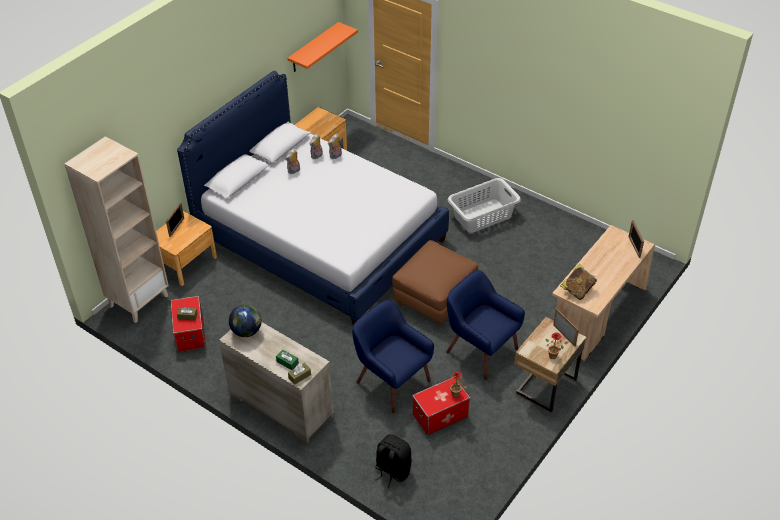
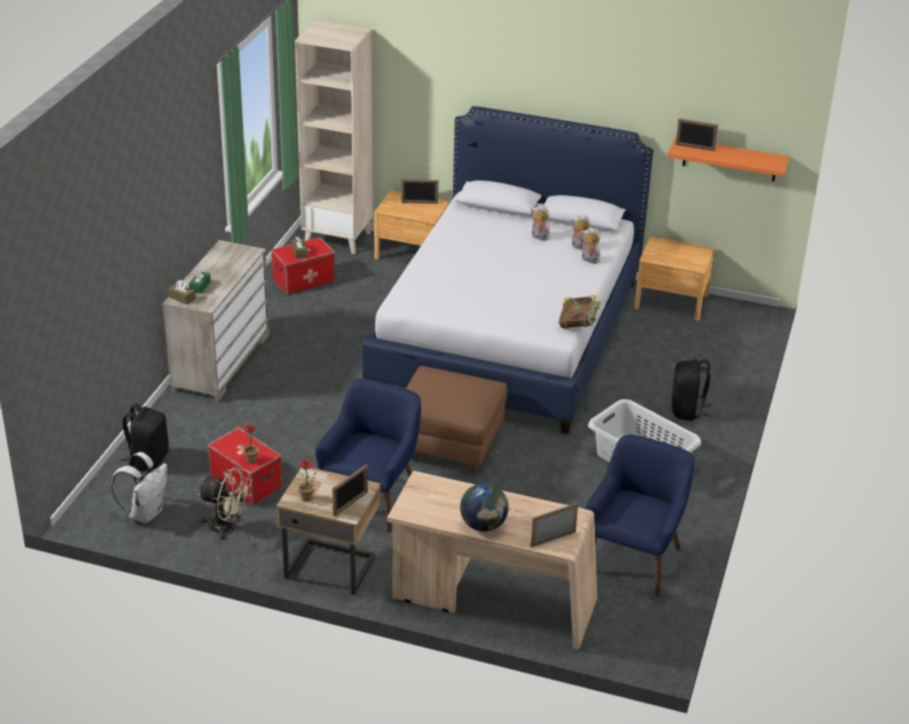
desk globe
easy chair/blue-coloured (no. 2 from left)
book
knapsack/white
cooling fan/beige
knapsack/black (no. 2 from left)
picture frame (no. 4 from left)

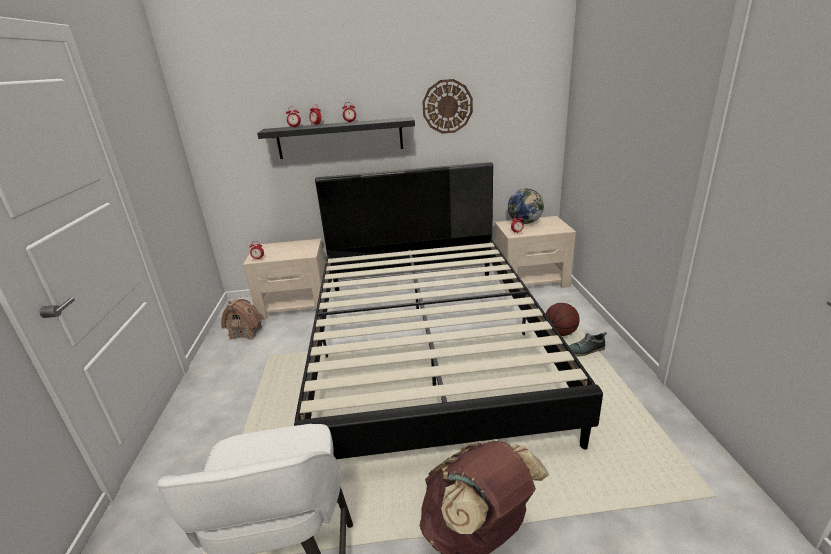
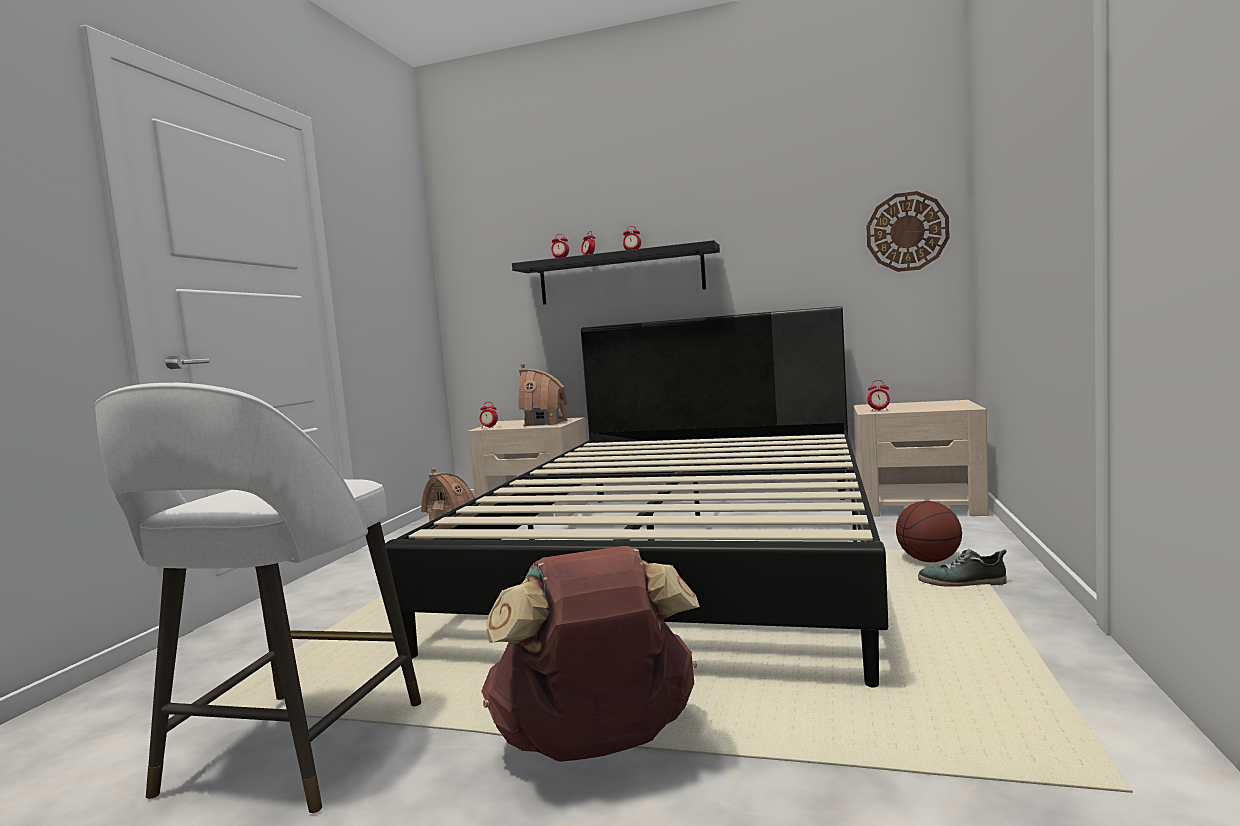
wall clock
desk globe
model house (no. 2 from left)

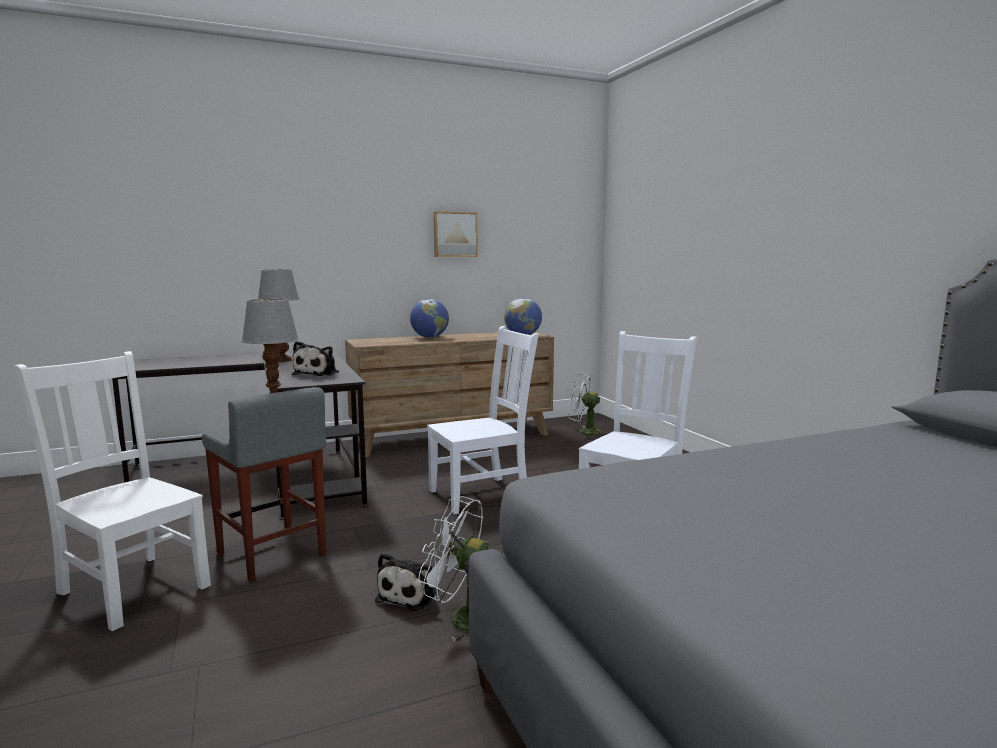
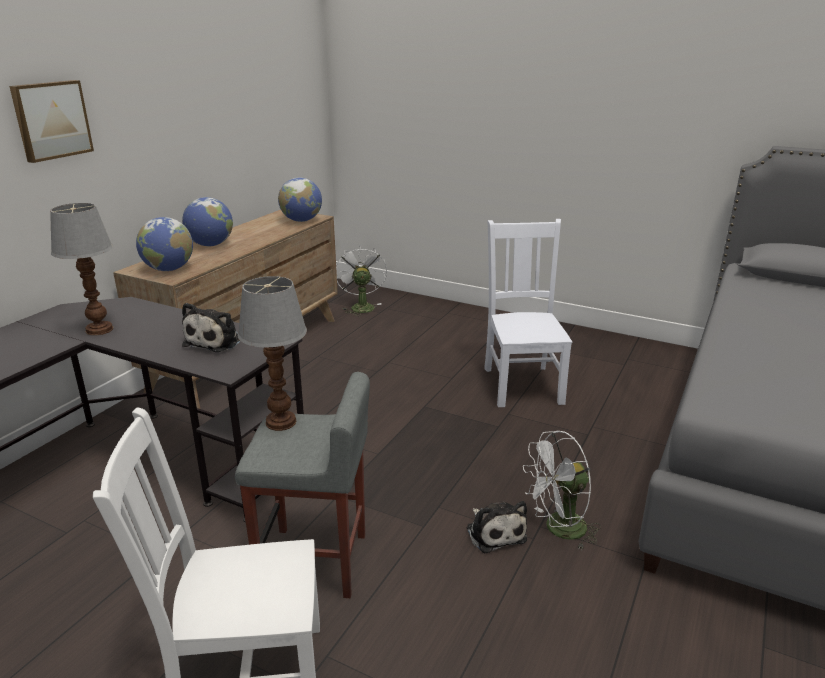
soft toy (no. 1 from left)
chair/white (no. 2 from left in the first image)
picture
cooling fan/white (no. 1 from left)
desk globe (no. 1 from left)

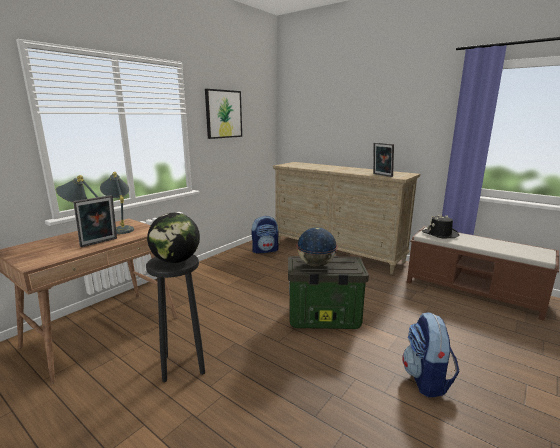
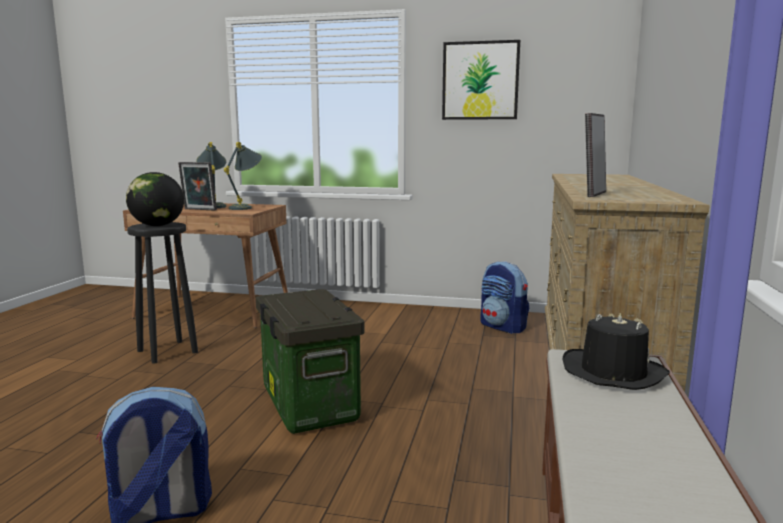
desk globe (no. 2 from left in the first image)

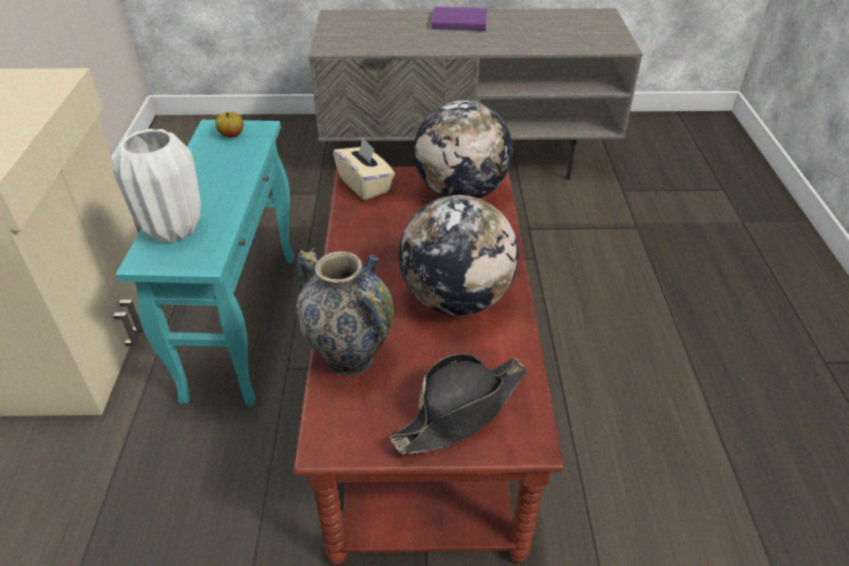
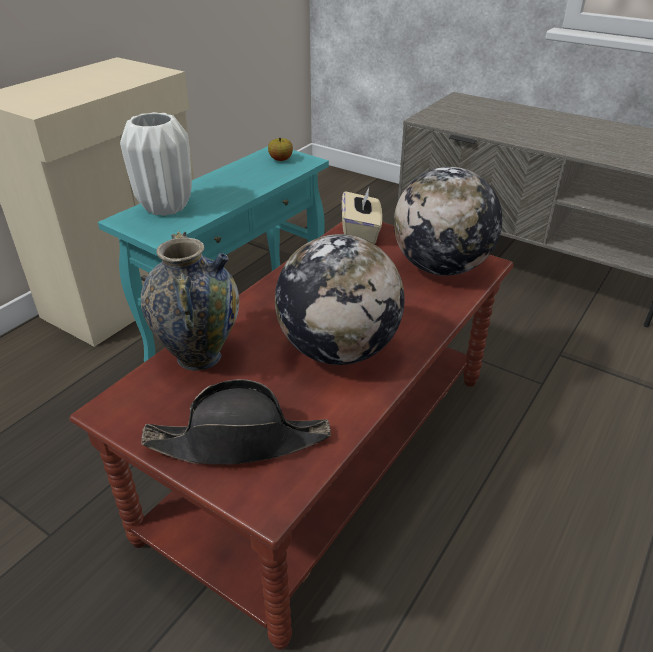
book/purple-coloured

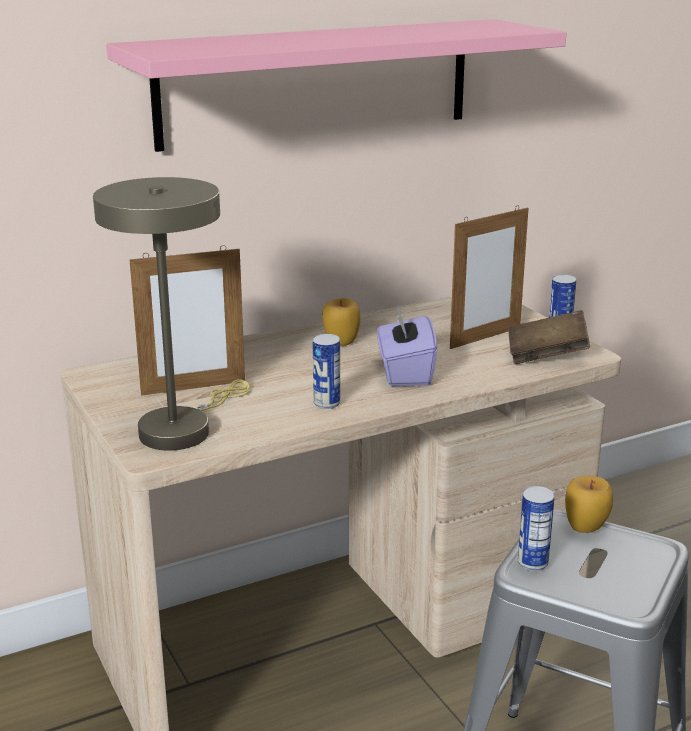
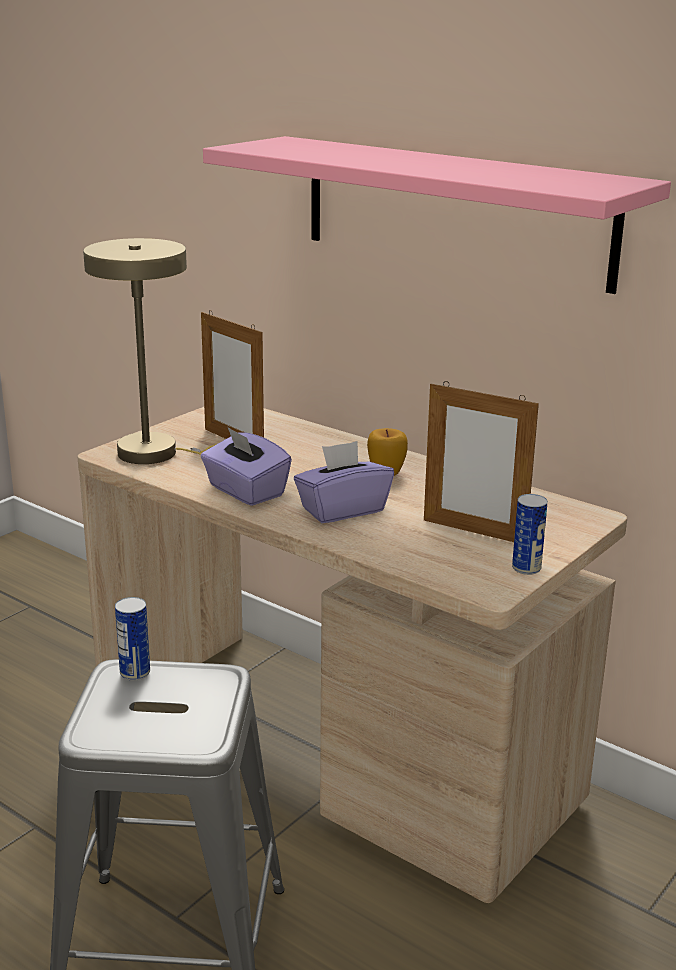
box of tissues/purple-coloured (no. 1 from left)
book/brown
apple (no. 2 from left in the first image)

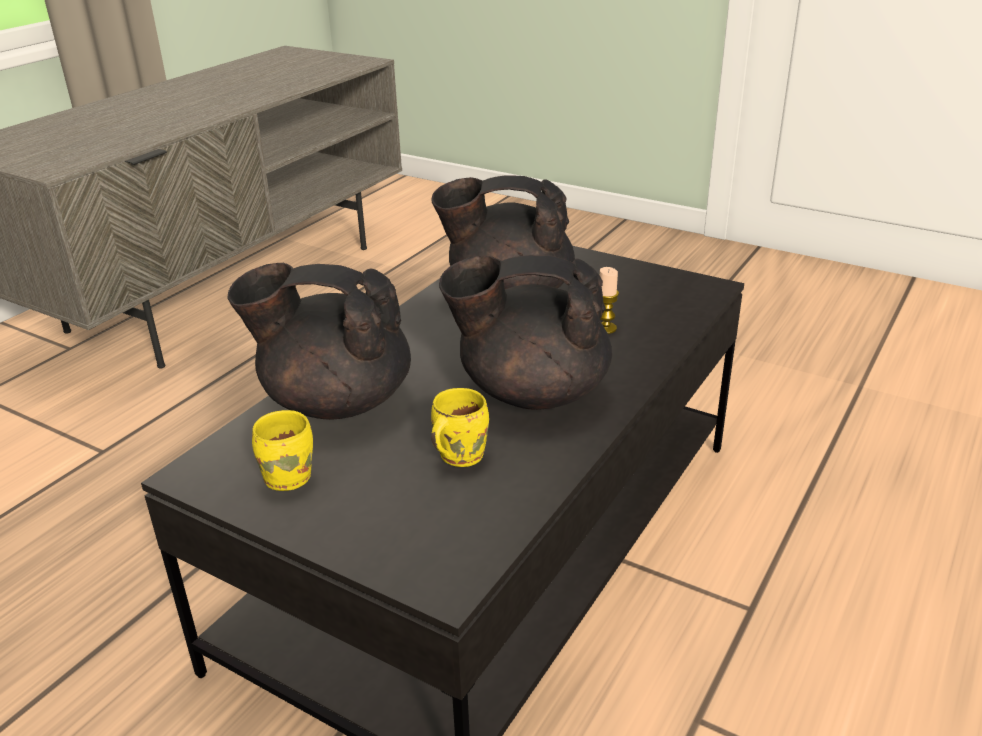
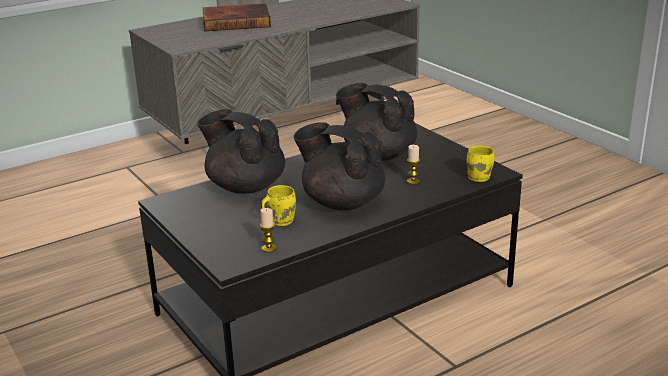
tea mug/yellow (no. 2 from left)
book
candle (no. 1 from left)

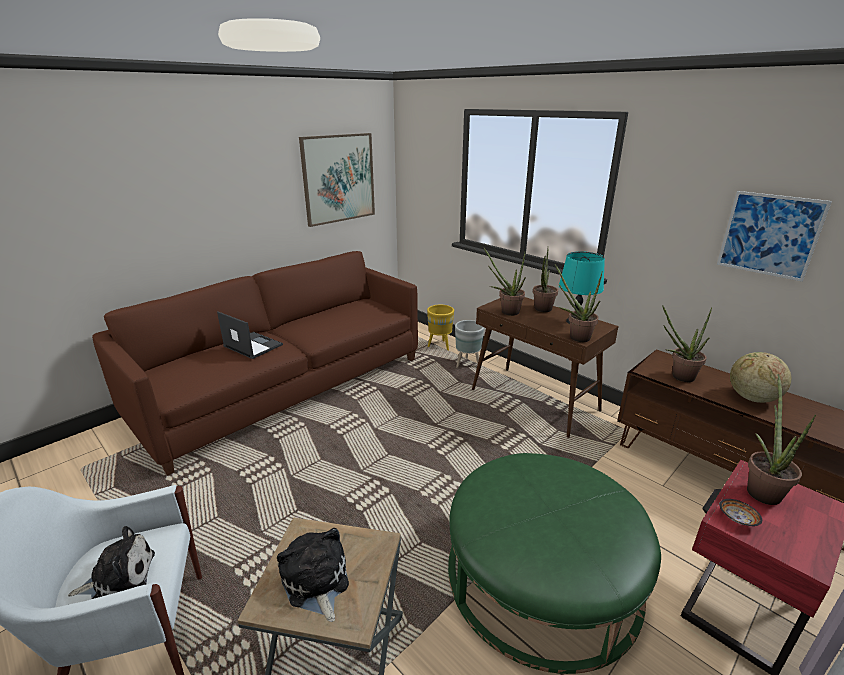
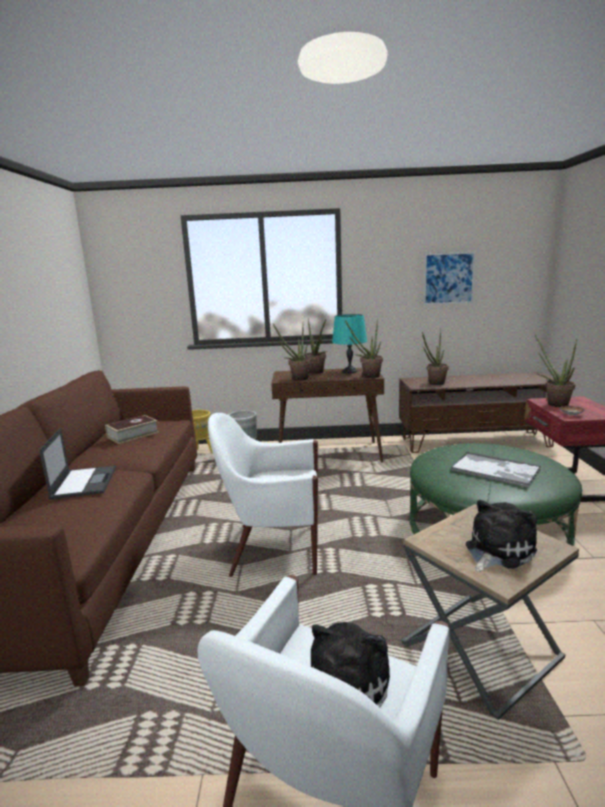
portable computer
soft toy (no. 2 from left)
picture (no. 1 from left in the first image)
desk globe
book
easy chair/white (no. 1 from left)
serving tray

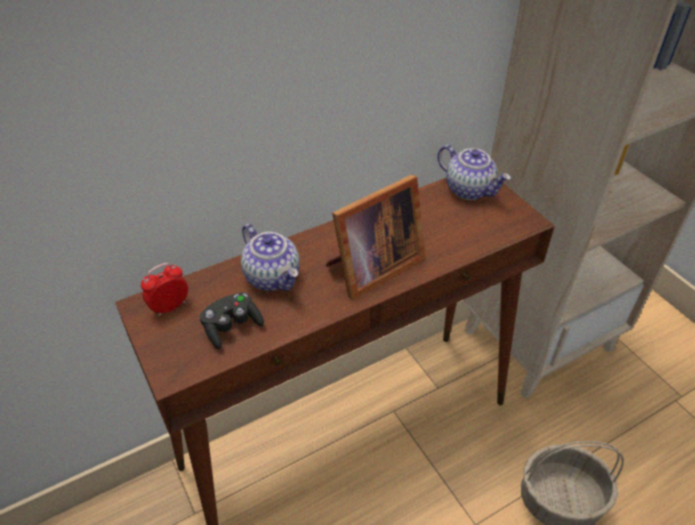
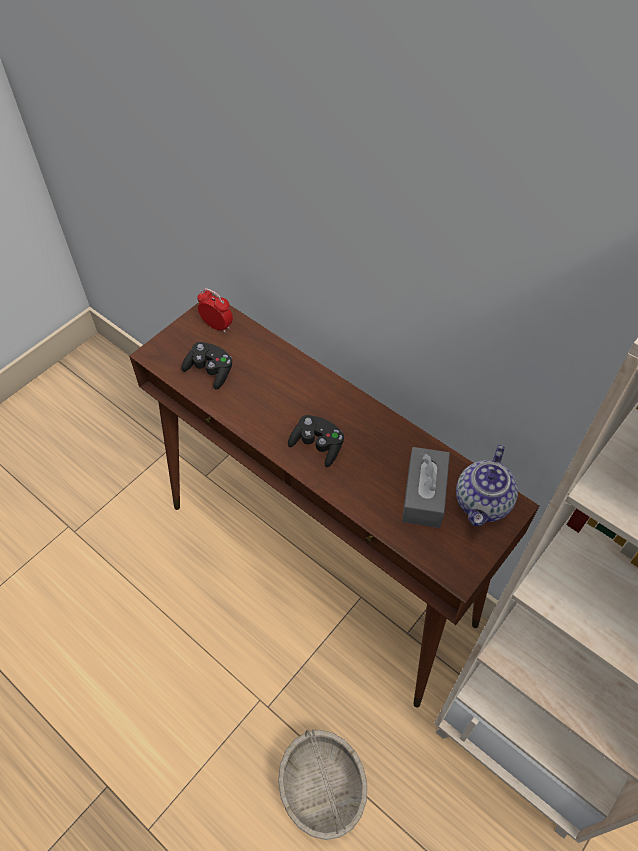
pot for tea (no. 1 from left in the first image)
gamepad/black (no. 2 from left)
box of tissues/grey

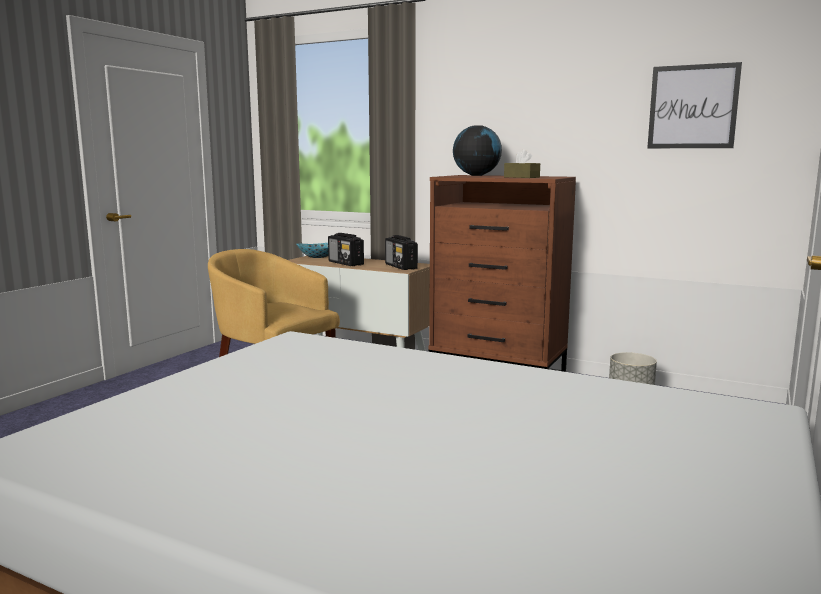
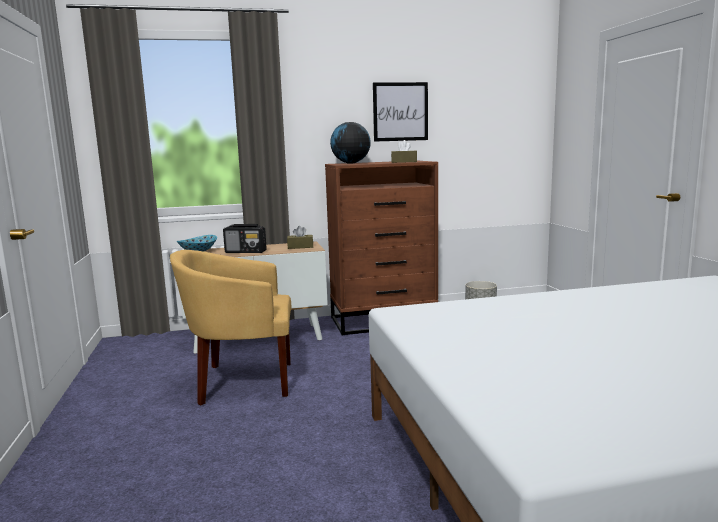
box of tissues/brown (no. 1 from left)
picture

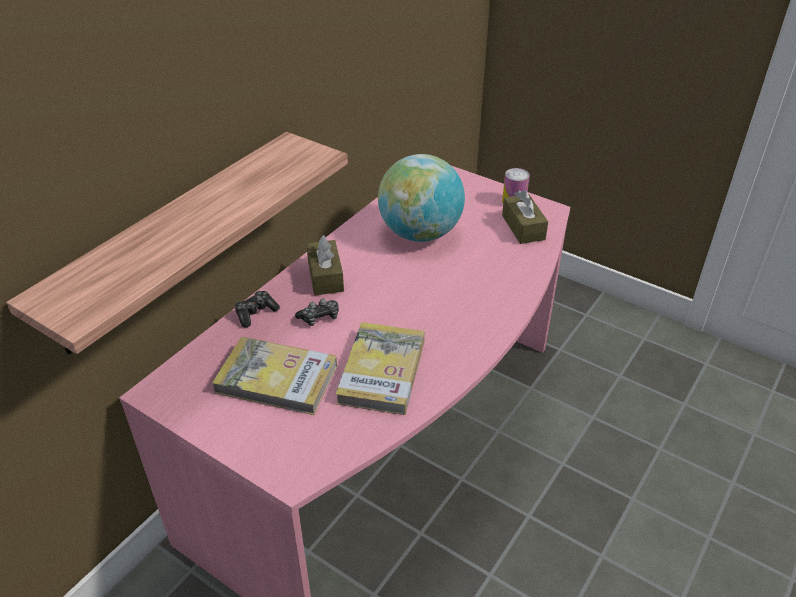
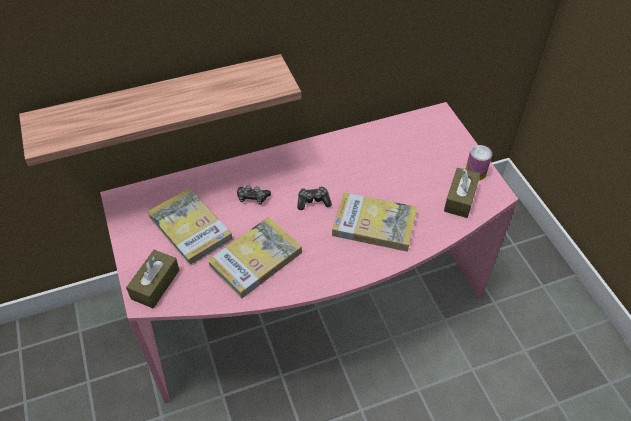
gamepad (no. 2 from left)
box of tissues/brown (no. 1 from left)
desk globe
book (no. 3 from left)

